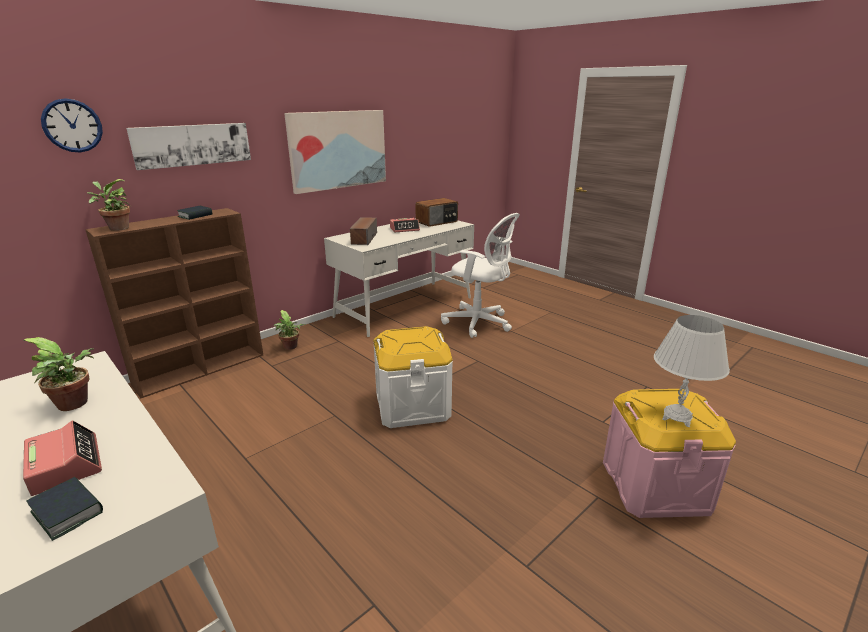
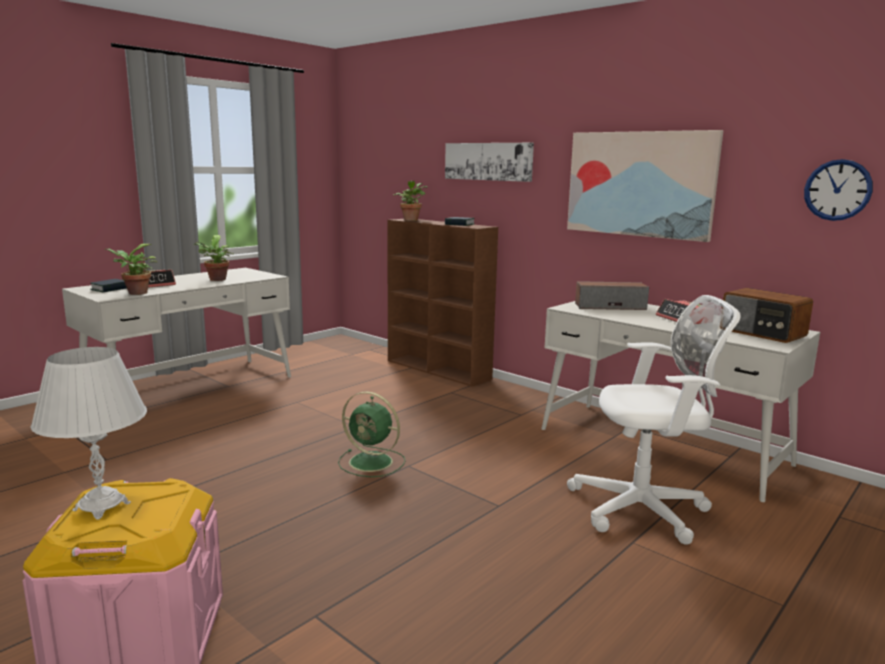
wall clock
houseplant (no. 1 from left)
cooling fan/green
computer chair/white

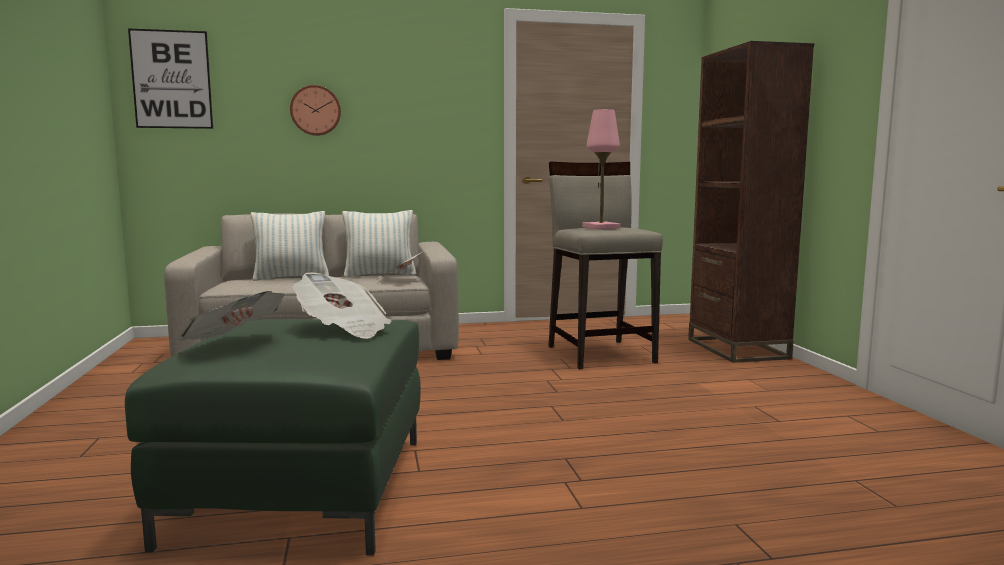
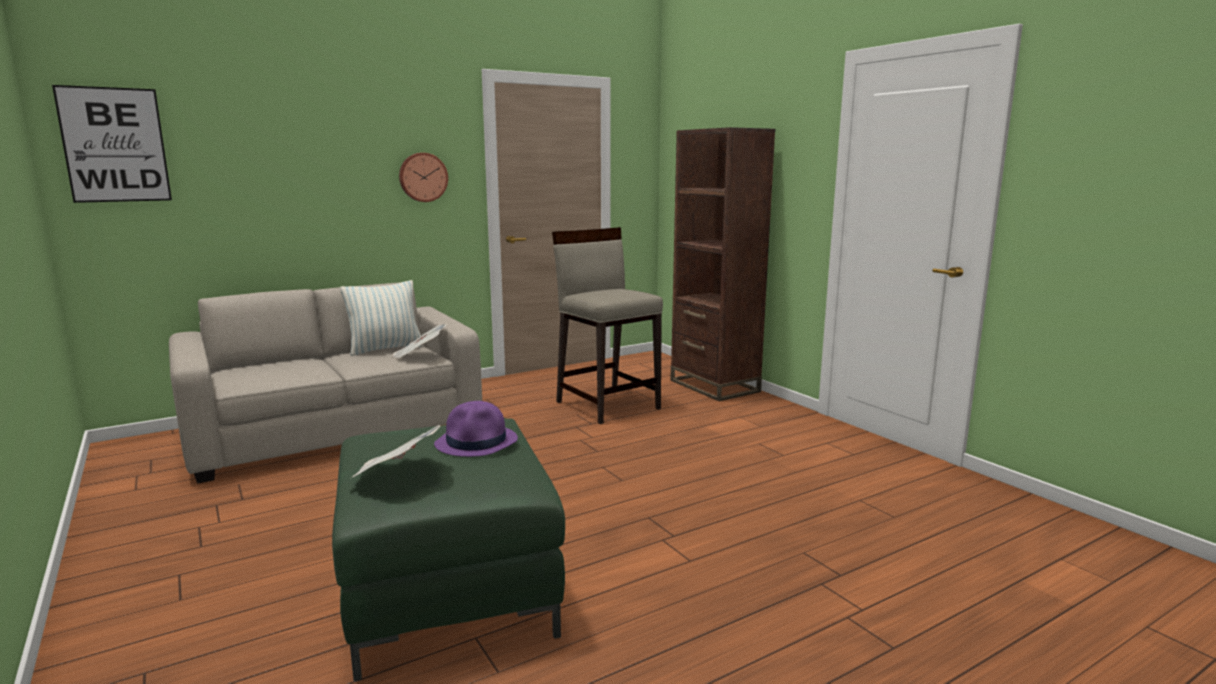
throw pillow (no. 1 from left in the first image)
wall clock
wearable hat/purple-coloured
table lamp/pinkish

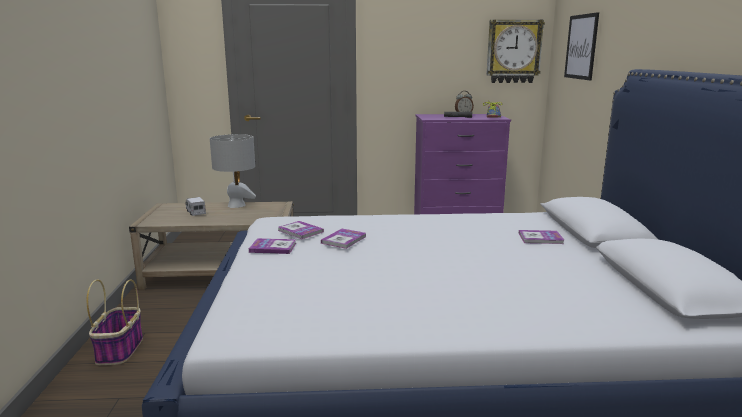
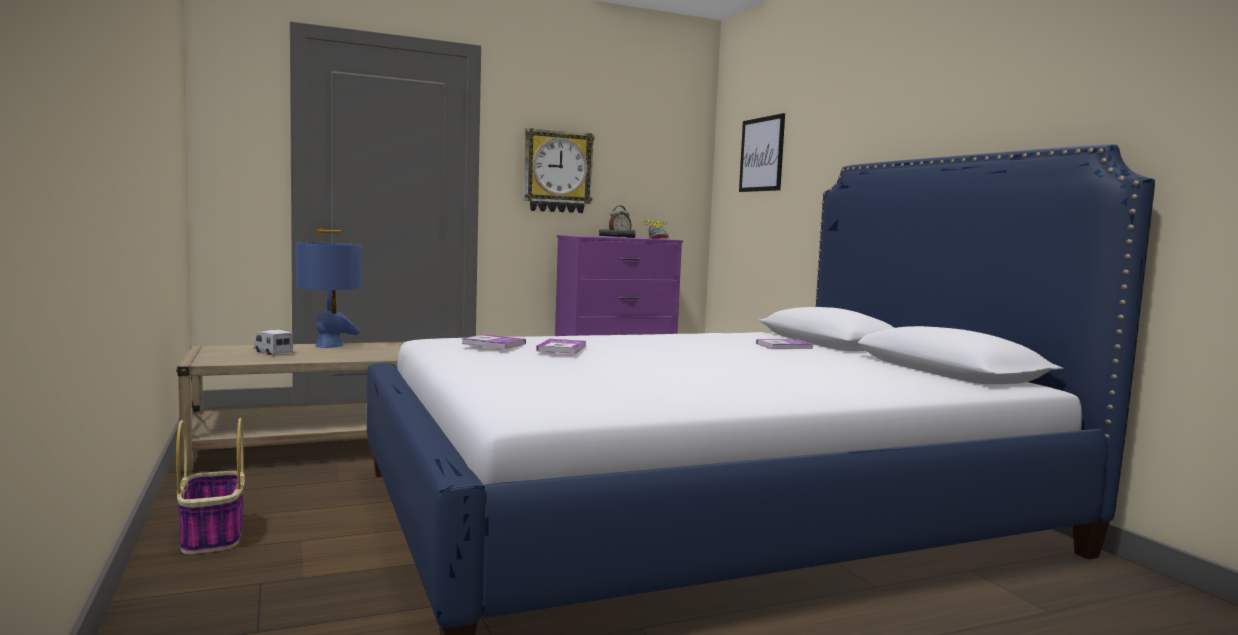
table lamp/blue-coloured
book (no. 1 from left in the first image)
wall clock

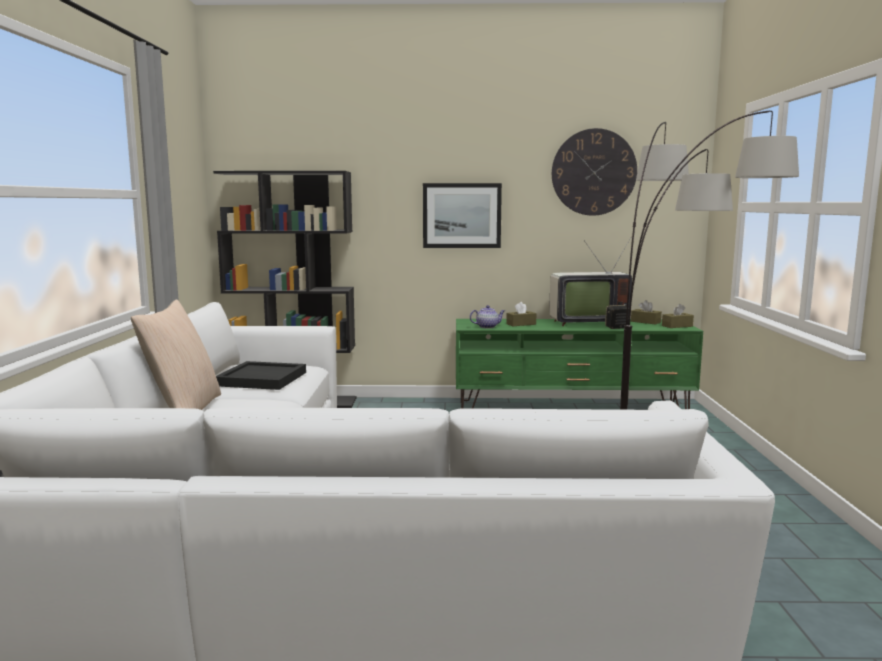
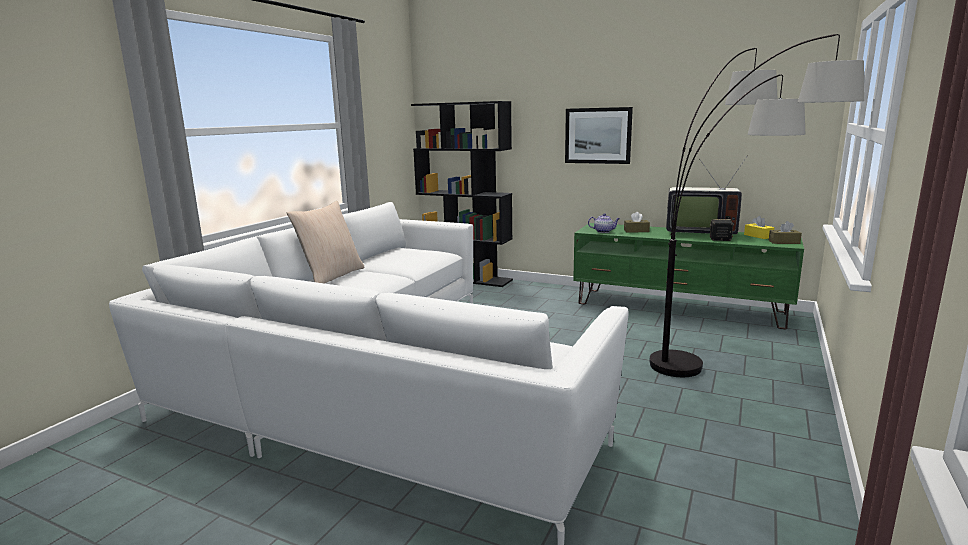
serving tray/black
wall clock
box of tissues/yellow

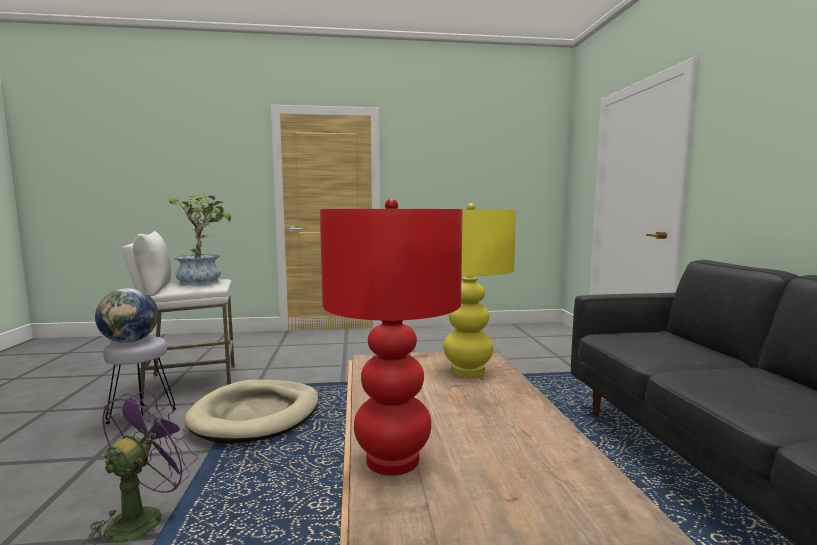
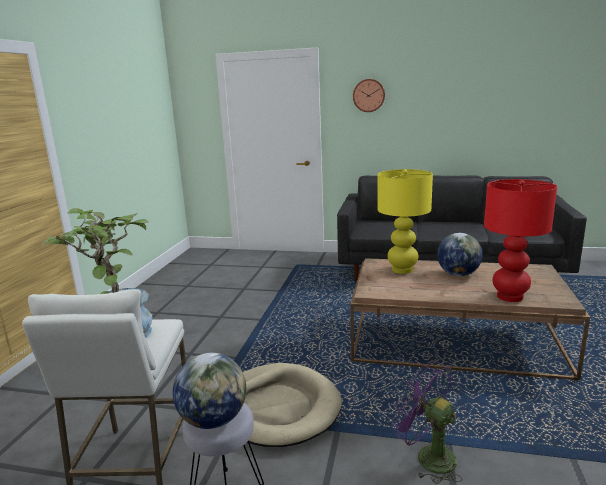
wall clock
desk globe (no. 2 from left)

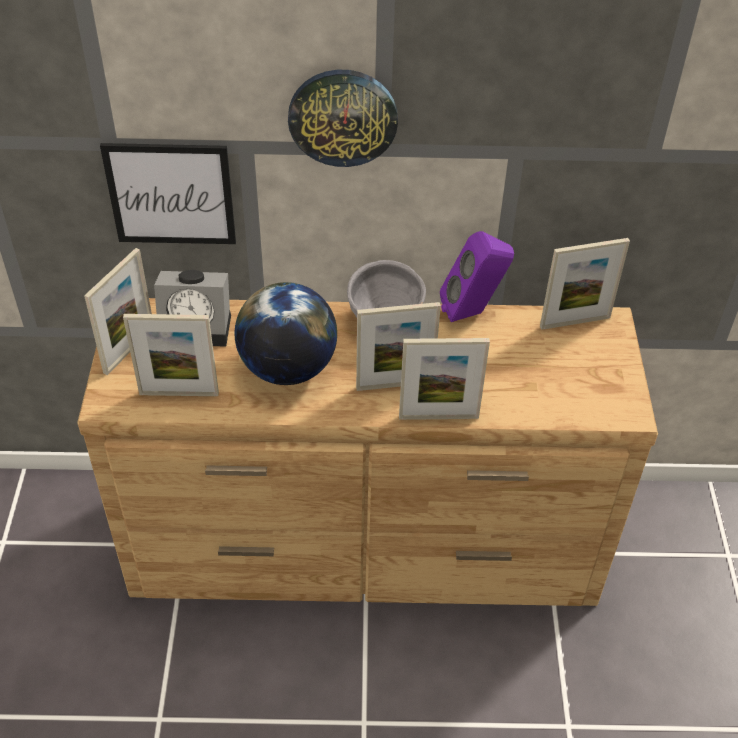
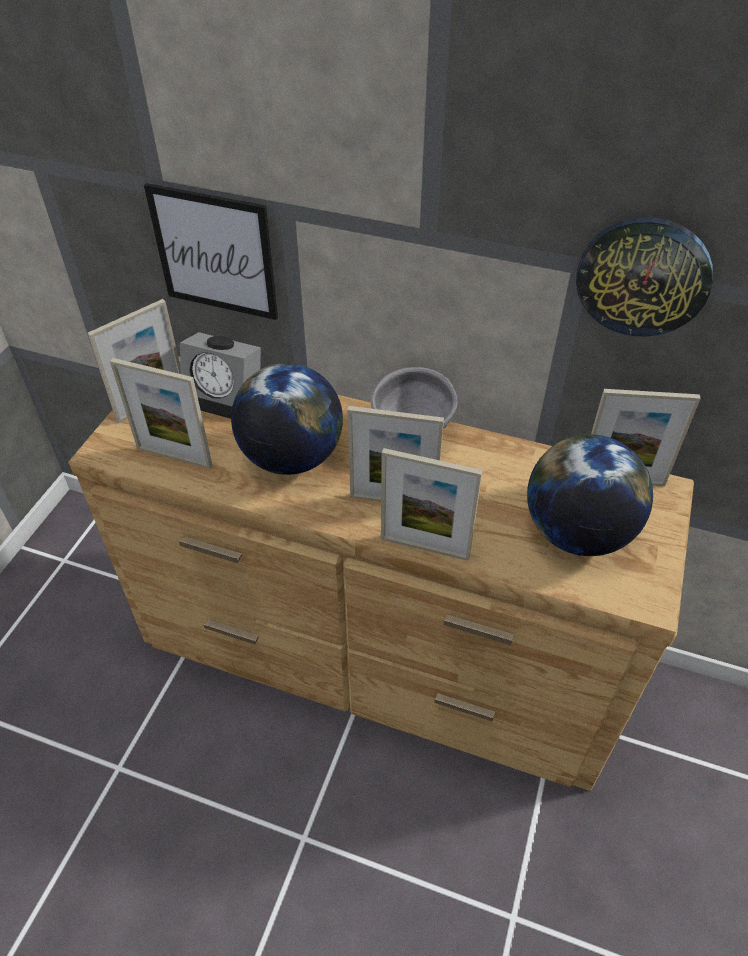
wall clock
audio speaker/purple-coloured
desk globe (no. 2 from left)

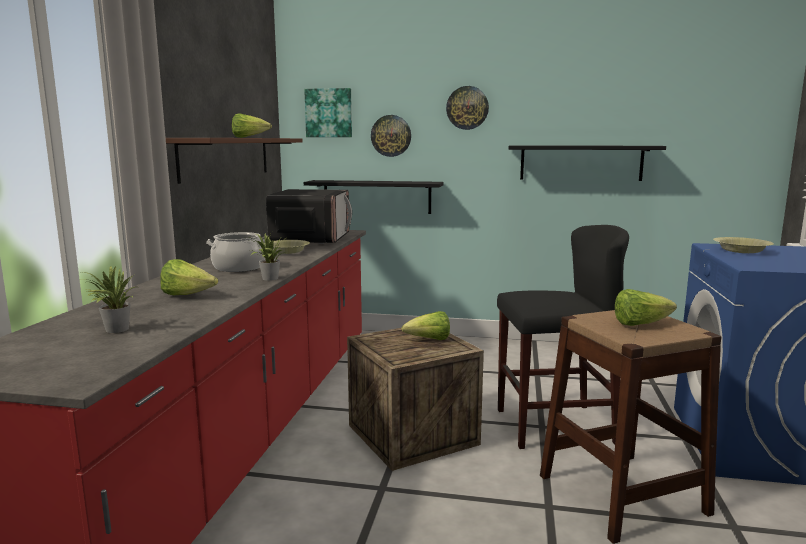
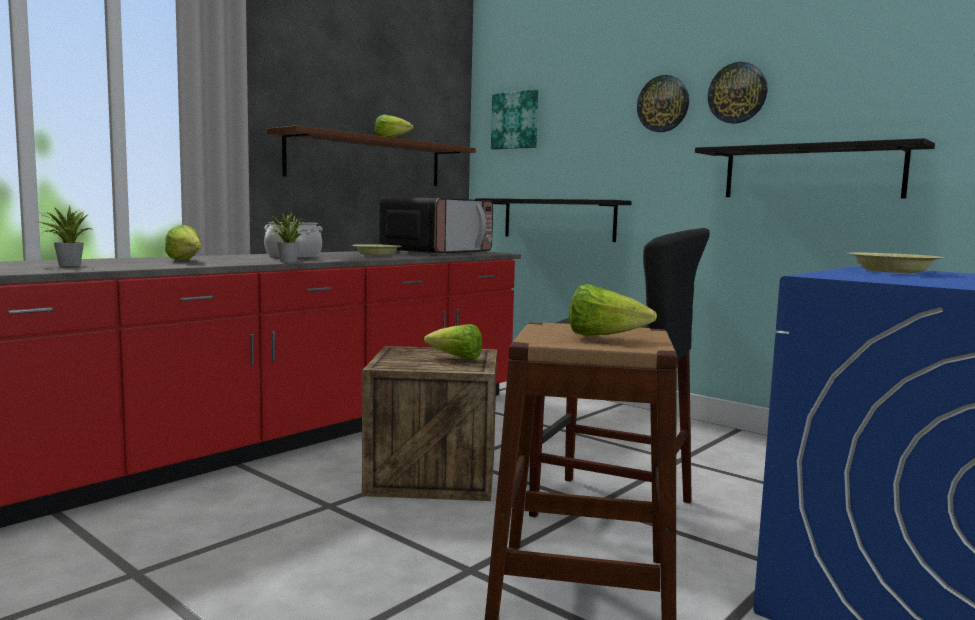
wall clock (no. 2 from left)

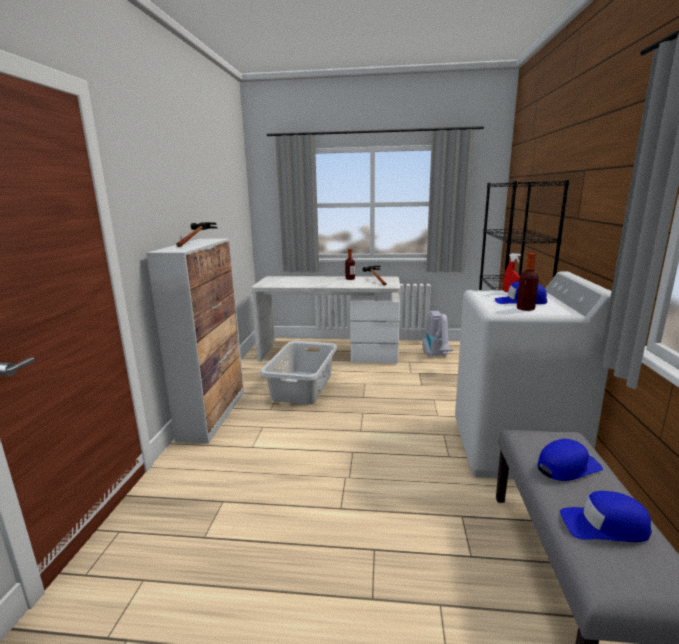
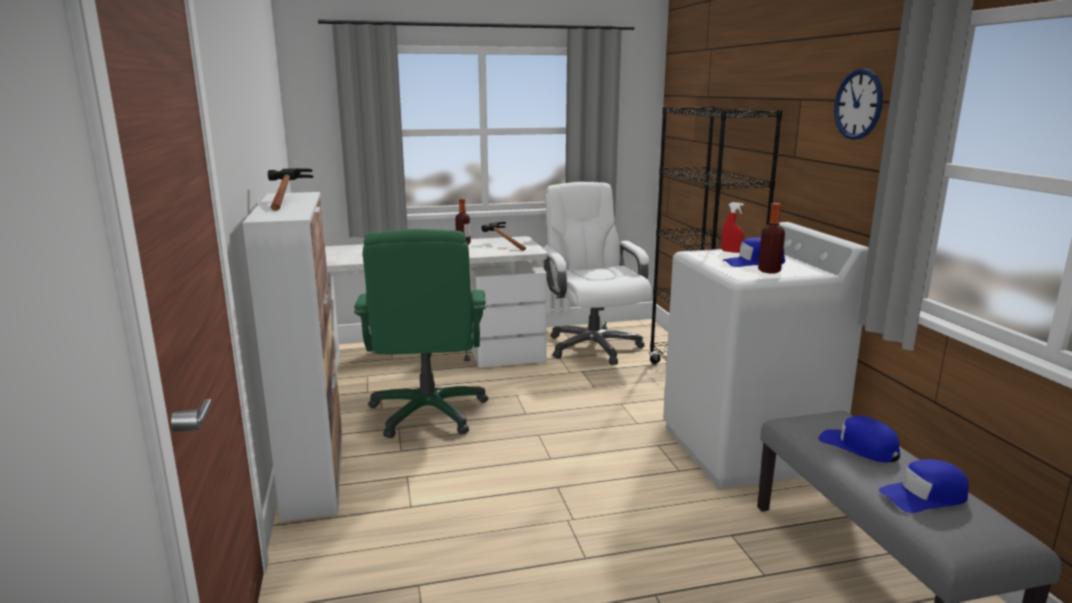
computer chair/green
computer chair/white
cap/blue-coloured (no. 2 from left)
wall clock

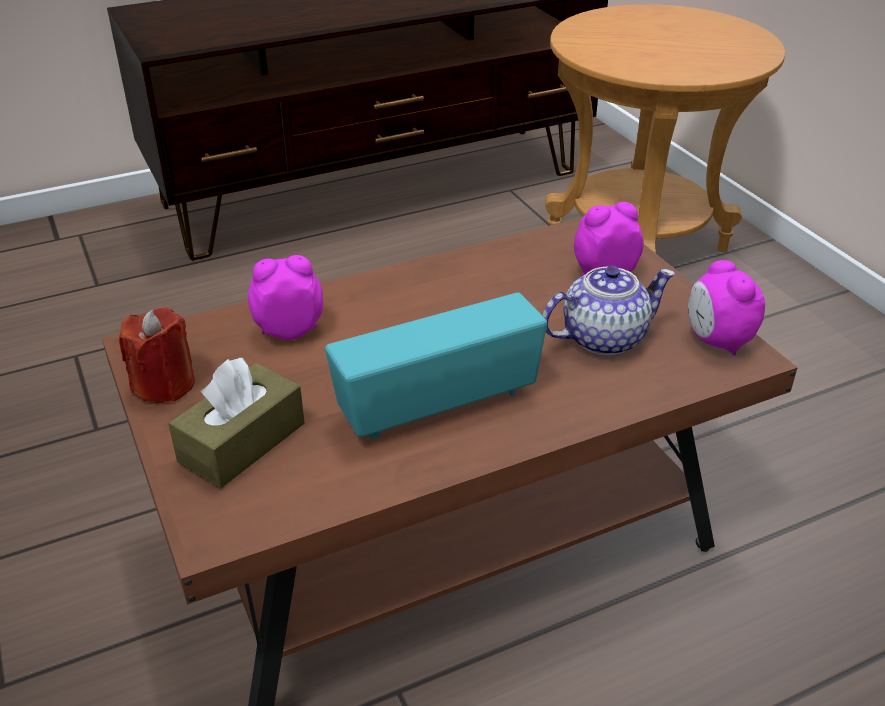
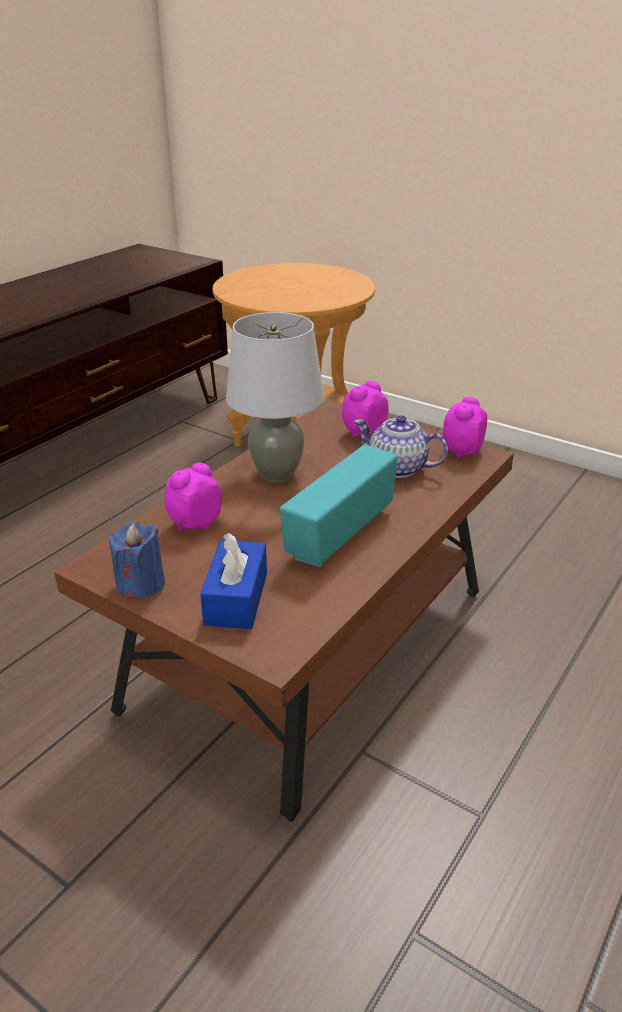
candle/blue-coloured
box of tissues/blue-coloured
pot for tea
bedside clock (no. 3 from left)
table lamp/grey

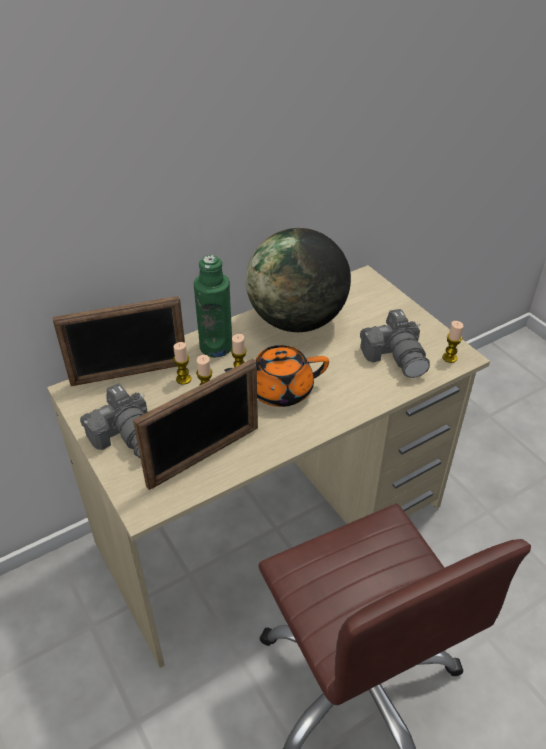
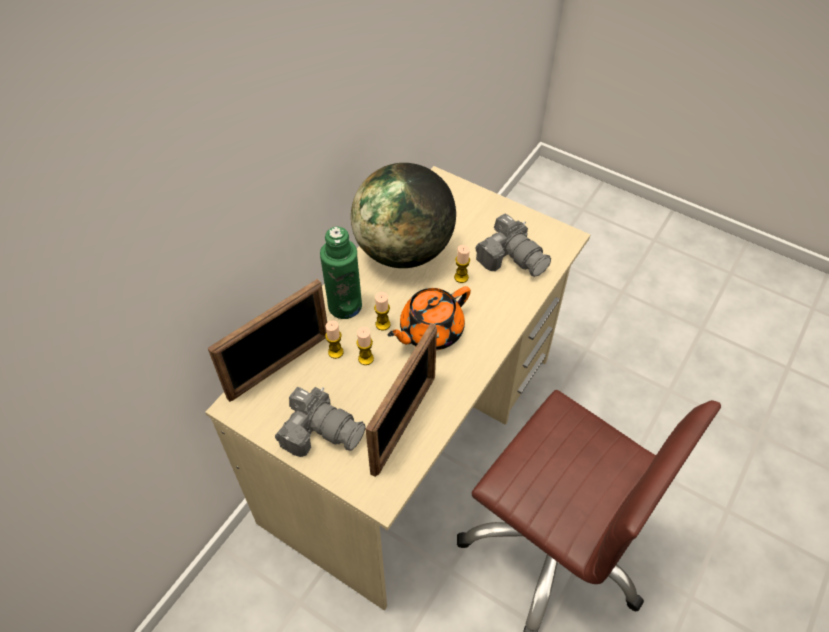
candle (no. 4 from left)

